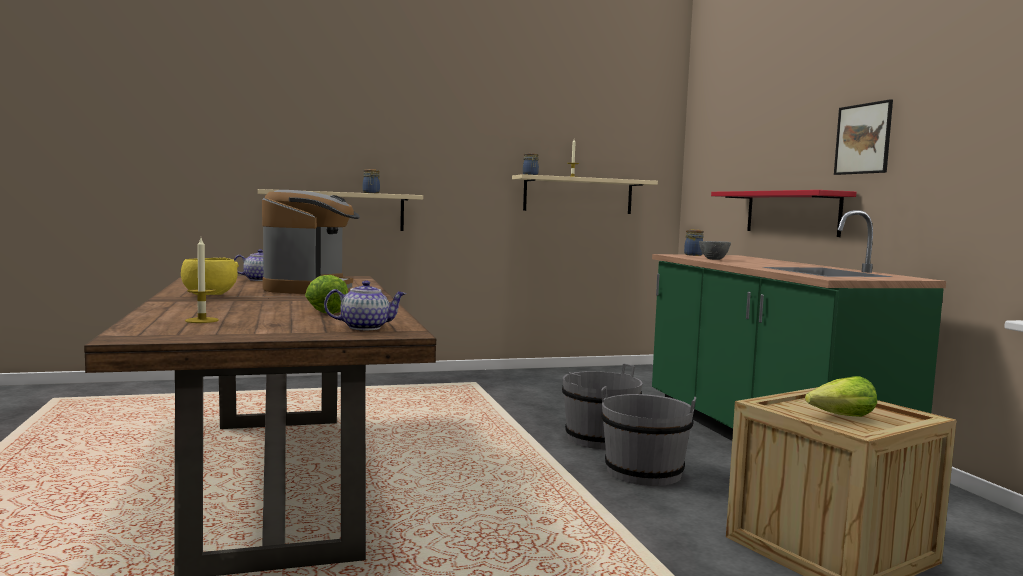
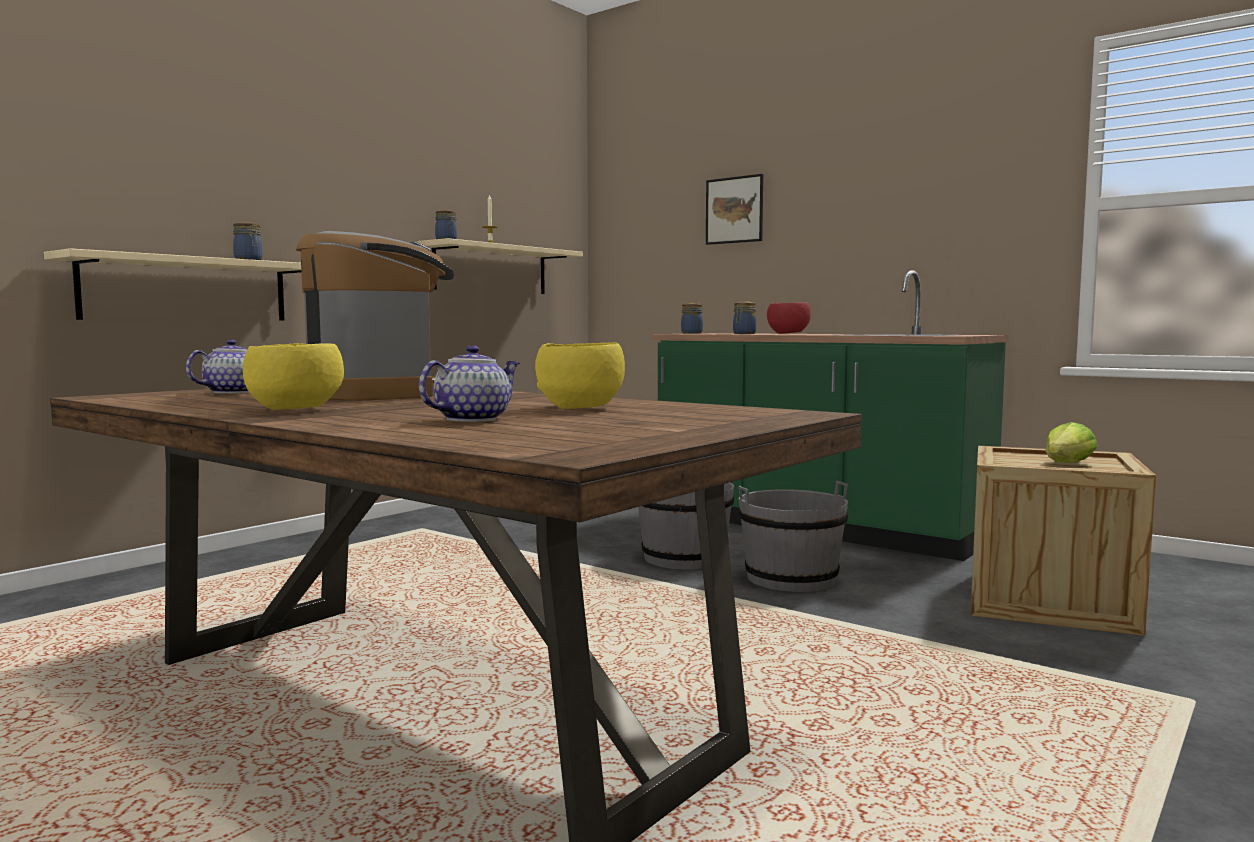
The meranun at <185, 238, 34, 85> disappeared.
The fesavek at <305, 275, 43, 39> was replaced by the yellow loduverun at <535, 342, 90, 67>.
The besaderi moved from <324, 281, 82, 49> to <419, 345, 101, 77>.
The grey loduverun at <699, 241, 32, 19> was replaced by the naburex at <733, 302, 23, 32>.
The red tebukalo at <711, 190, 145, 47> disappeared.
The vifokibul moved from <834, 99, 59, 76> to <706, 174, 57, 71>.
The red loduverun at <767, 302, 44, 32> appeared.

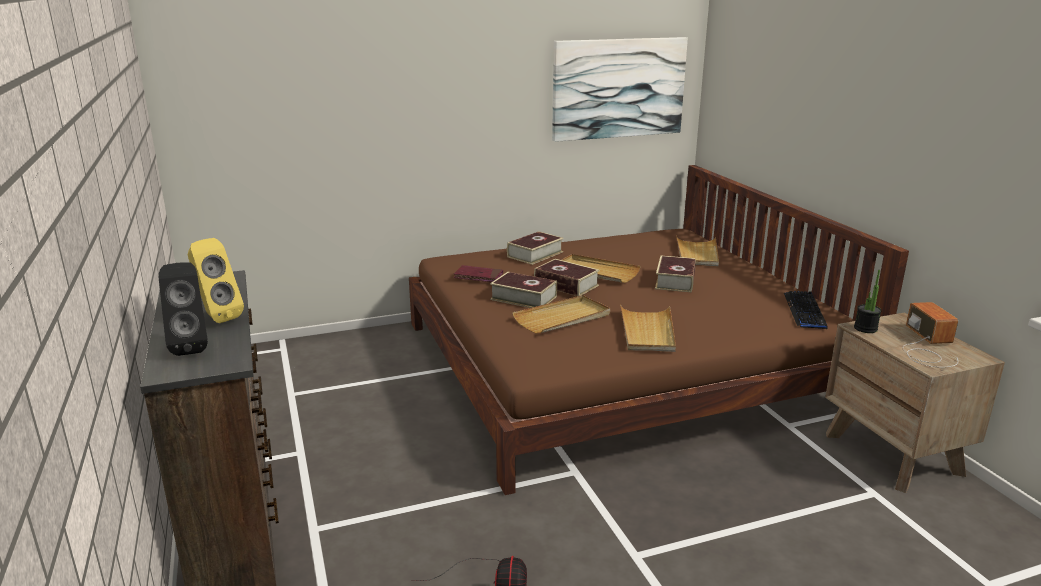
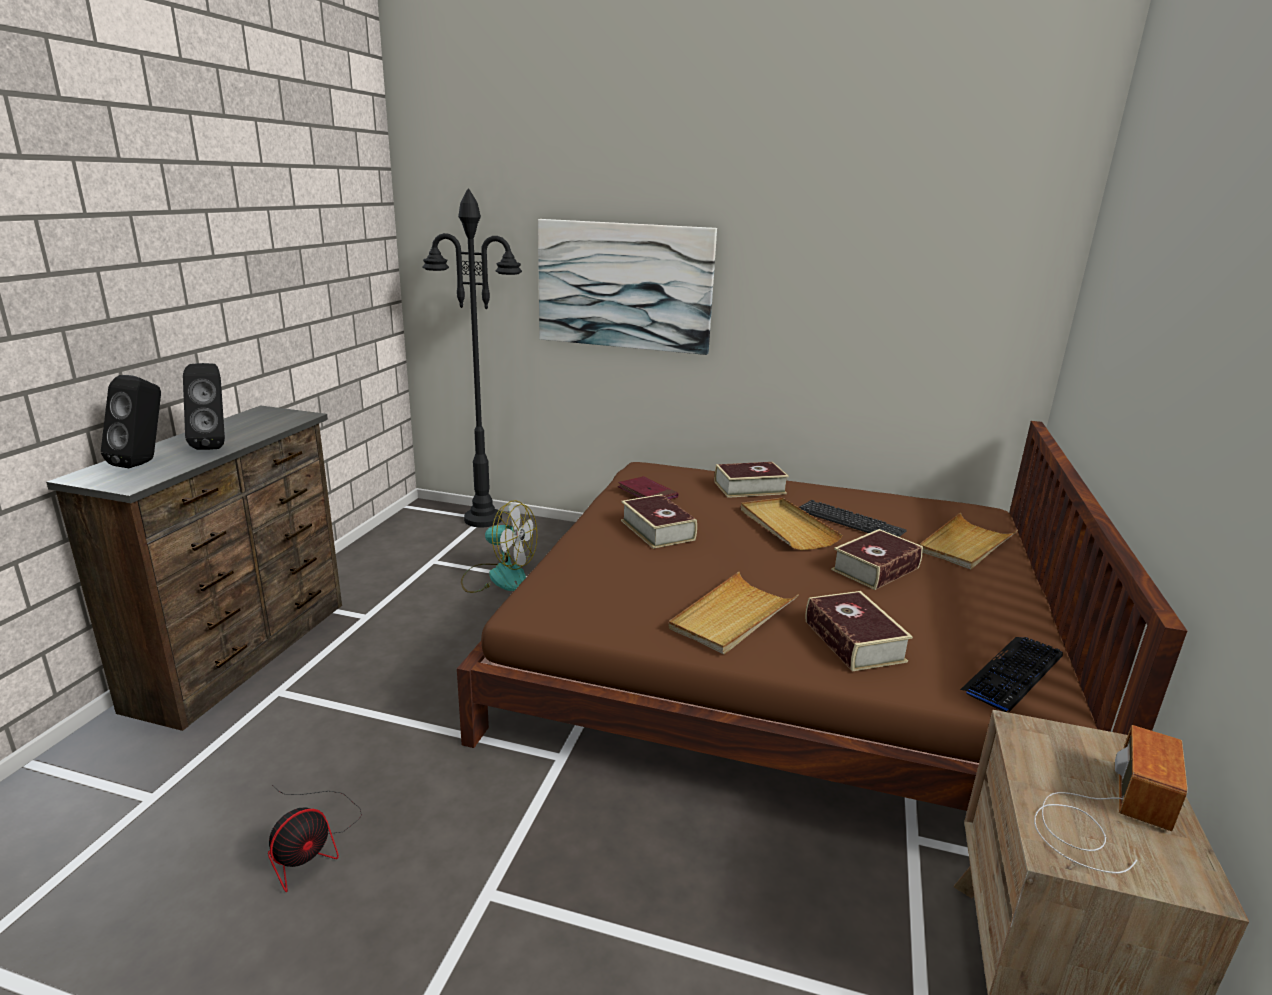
The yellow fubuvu at <188, 238, 56, 85> became the black fubuvu at <183, 363, 42, 87>.
The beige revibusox at <512, 295, 98, 39> disappeared.
The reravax moved from <534, 259, 66, 37> to <806, 591, 107, 80>.
The vifokibul moved from <552, 37, 136, 105> to <538, 219, 179, 136>.
The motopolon at <854, 270, 28, 63> disappeared.
The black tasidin at <422, 188, 100, 339> appeared.
The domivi at <461, 500, 76, 93> appeared.
The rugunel at <799, 500, 107, 37> appeared.

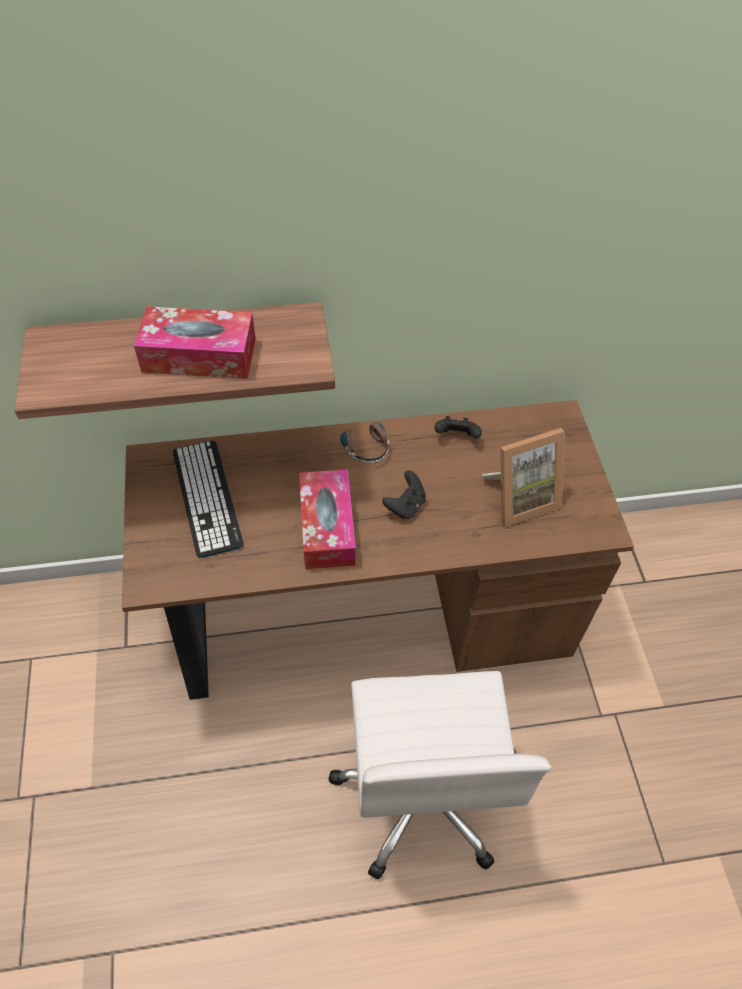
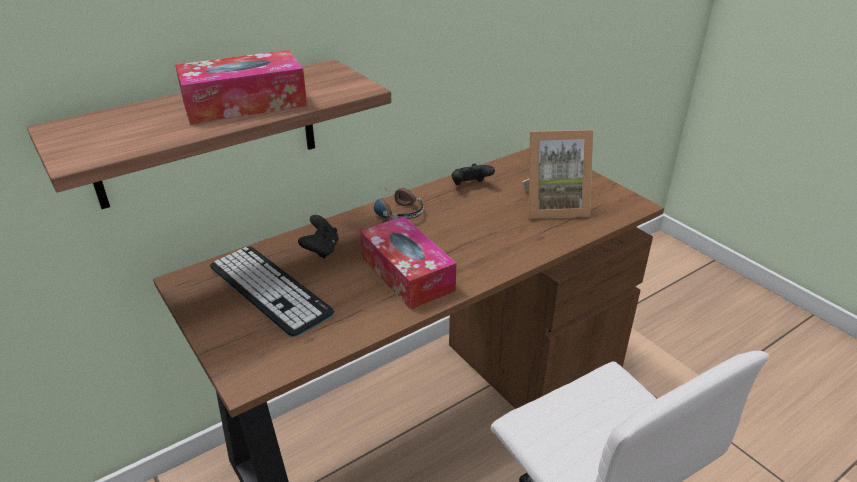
The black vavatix moved from <382, 471, 44, 48> to <298, 215, 41, 44>.
The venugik at <482, 428, 83, 99> turned 45 degrees clockwise.

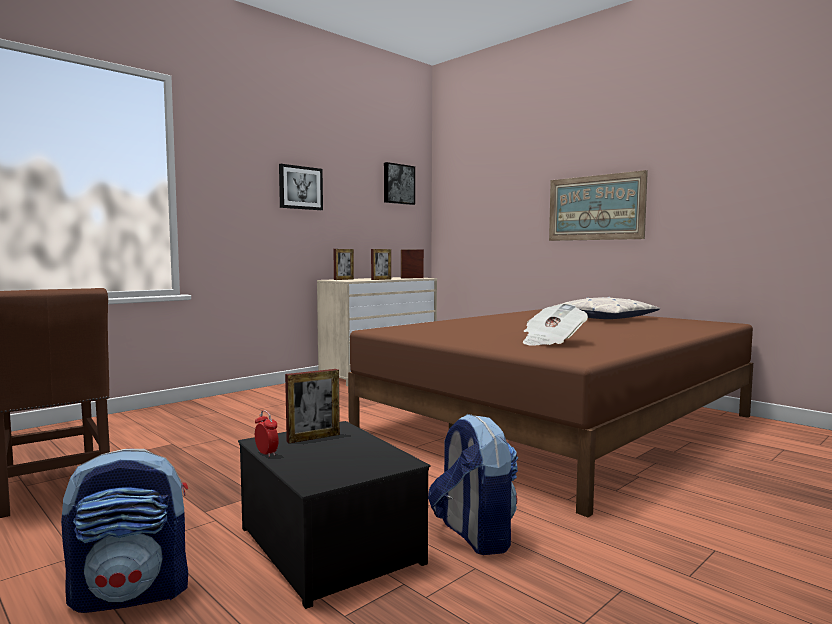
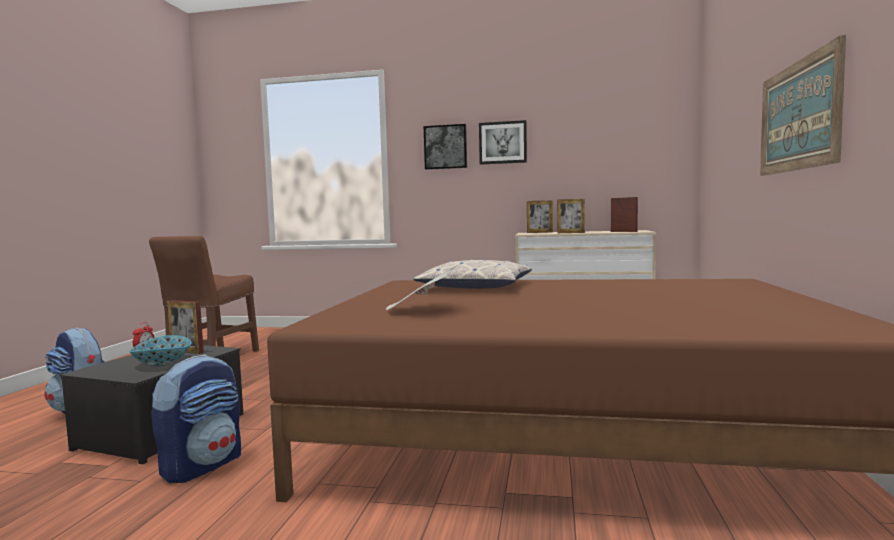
The vifokibul moved from <384, 162, 31, 43> to <424, 124, 43, 46>.
The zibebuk moved from <552, 297, 108, 22> to <413, 259, 119, 30>.
The loduverun at <129, 335, 63, 32> appeared.

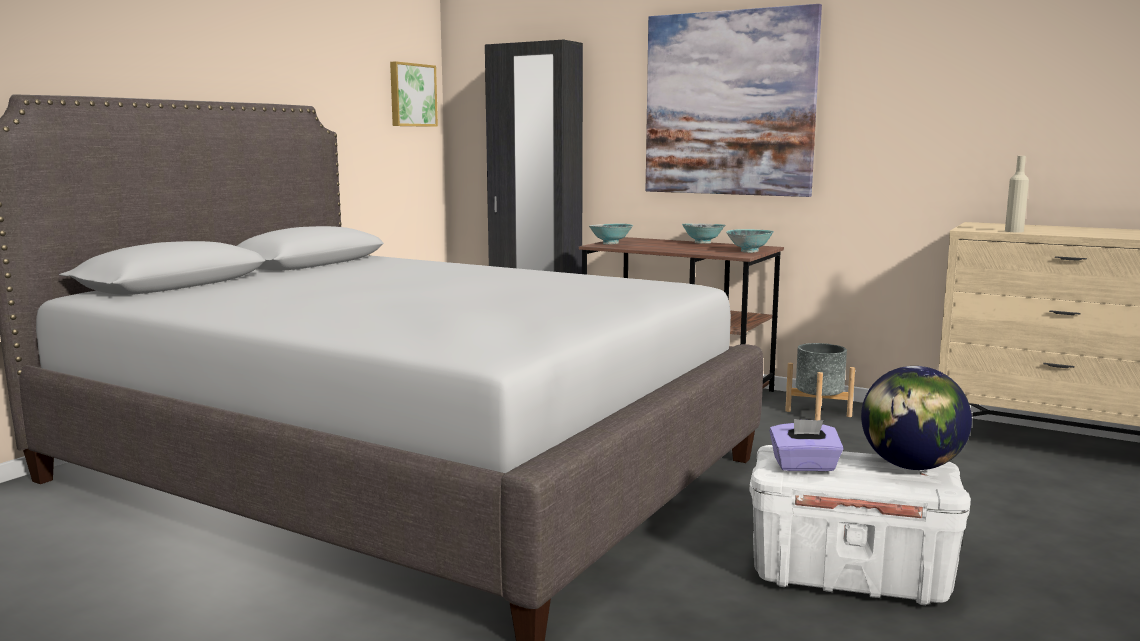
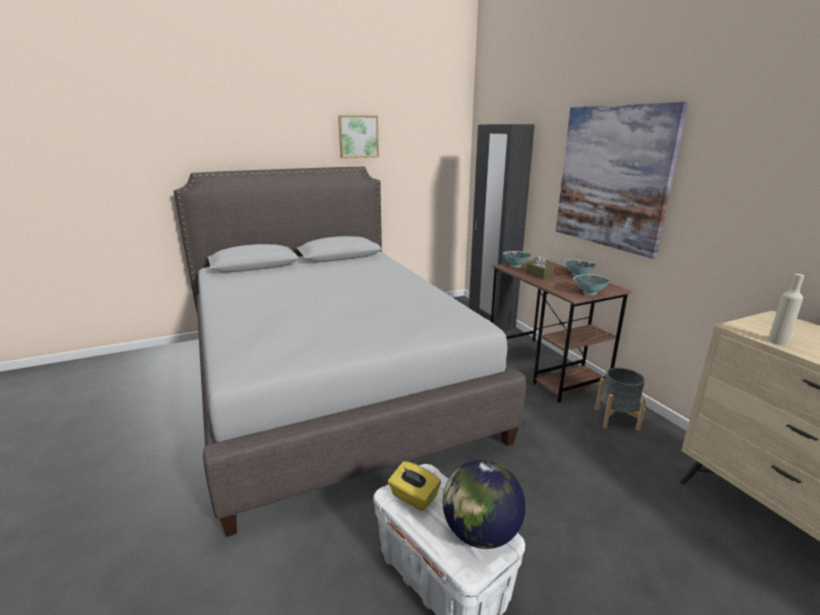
The vifokibul moved from <390, 61, 48, 66> to <338, 115, 41, 43>.
The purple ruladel at <770, 419, 74, 52> became the yellow ruladel at <388, 461, 53, 50>.
The brown ruladel at <526, 255, 28, 25> appeared.

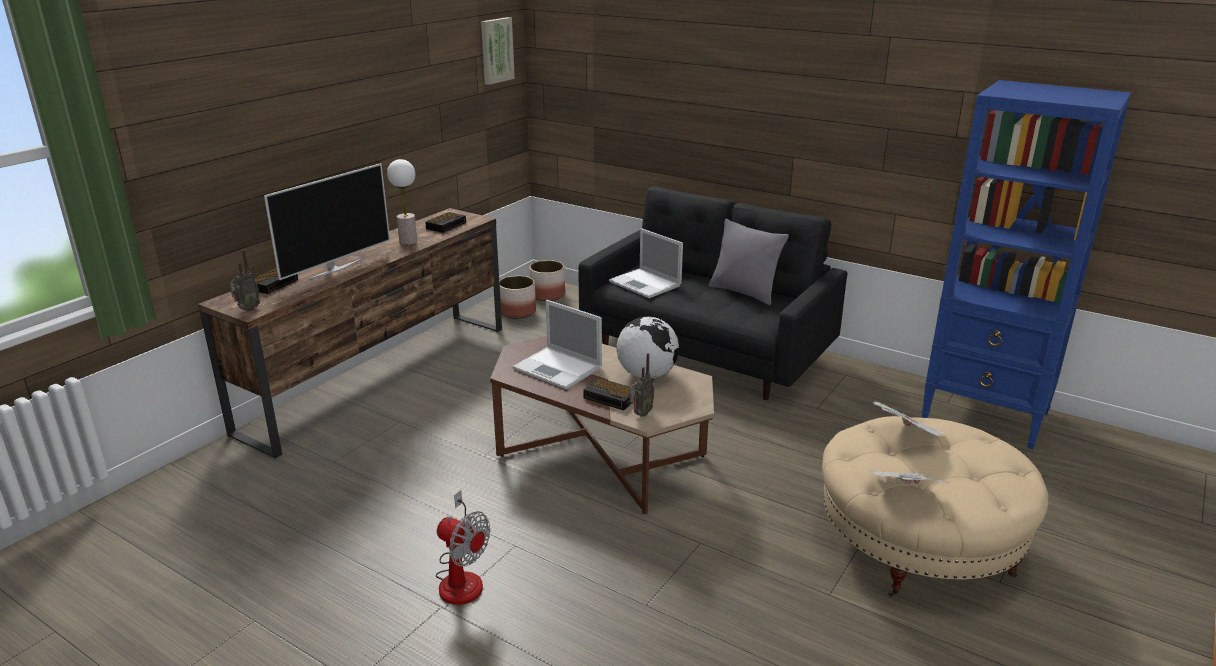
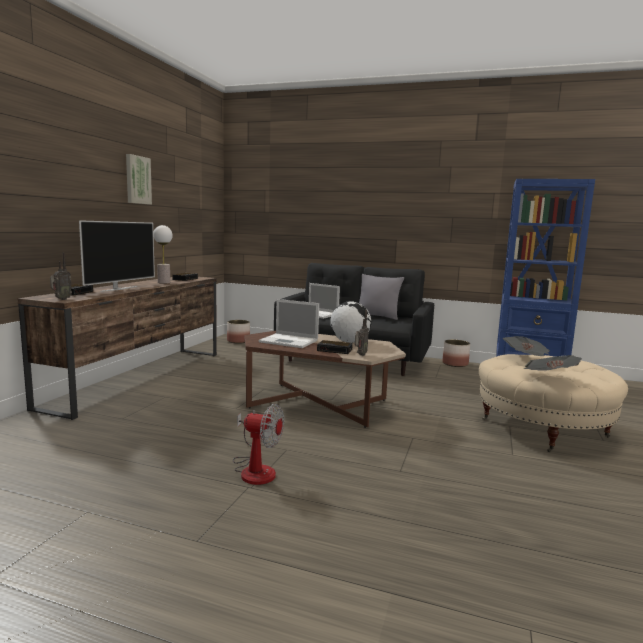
The vifokibul moved from <481, 17, 34, 68> to <126, 154, 26, 50>.
The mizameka moved from <499, 276, 37, 43> to <442, 340, 28, 27>.

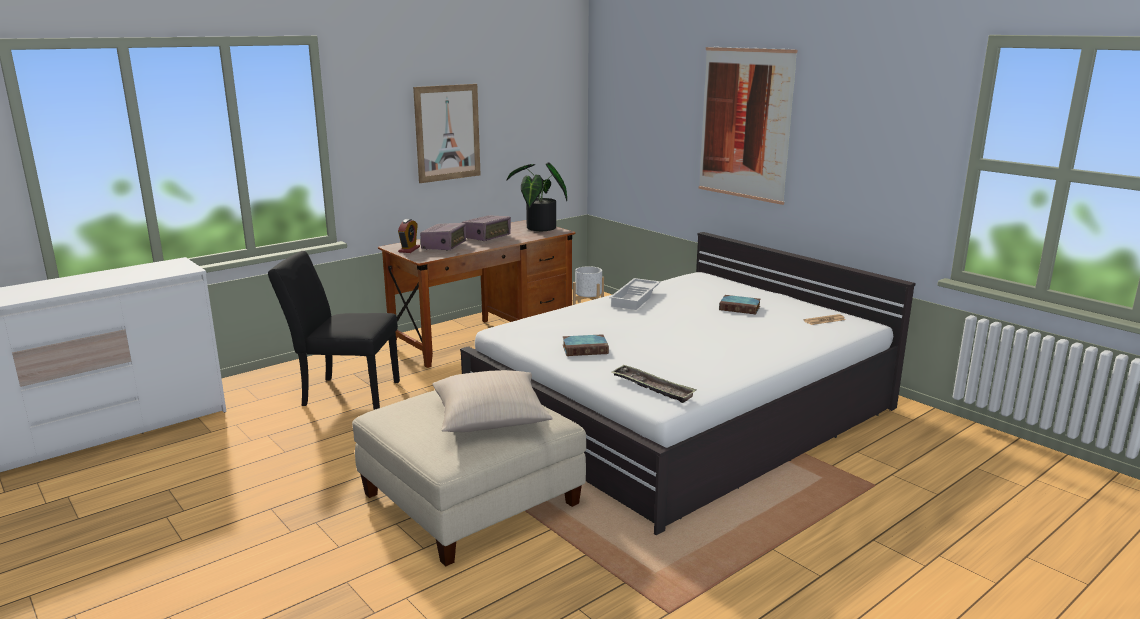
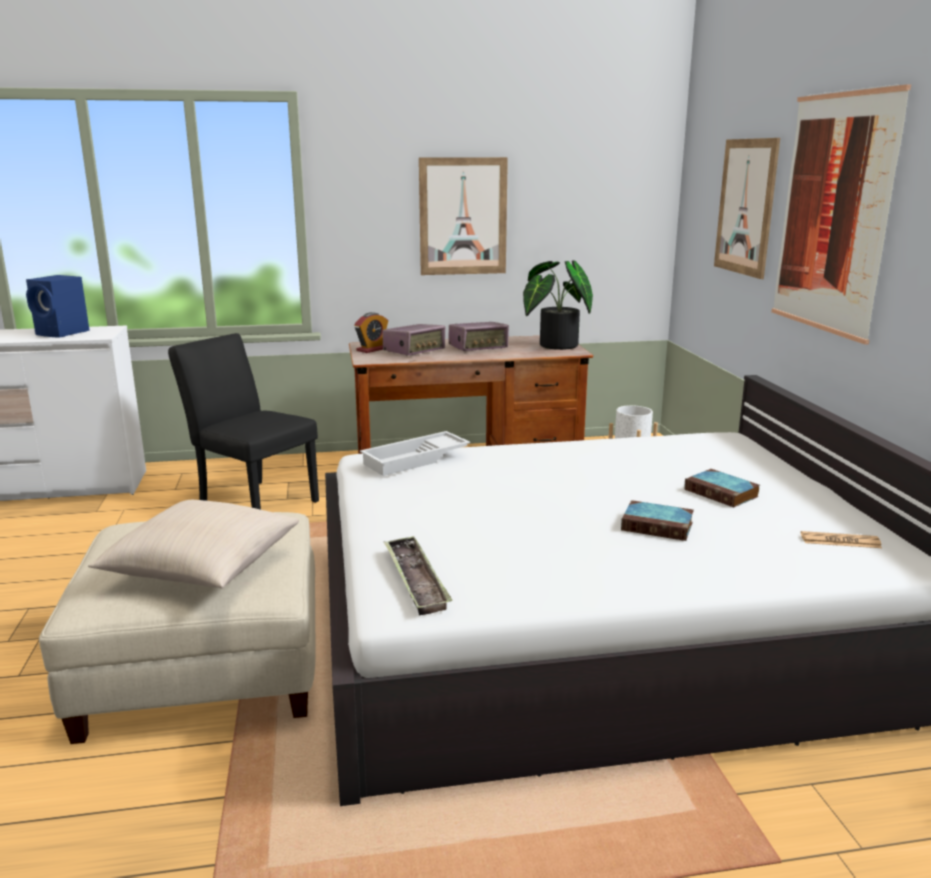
The reravax moved from <562, 334, 47, 22> to <621, 500, 73, 41>.
The white revibusox moved from <609, 278, 51, 32> to <360, 431, 110, 45>.
The blue fubuvu at <26, 275, 64, 63> appeared.
The vifokibul at <714, 138, 66, 141> appeared.

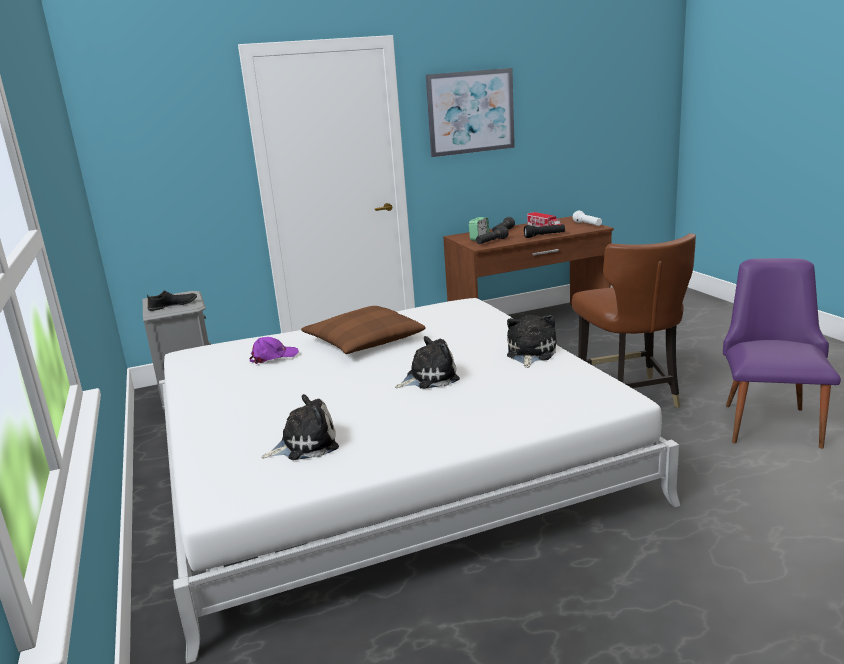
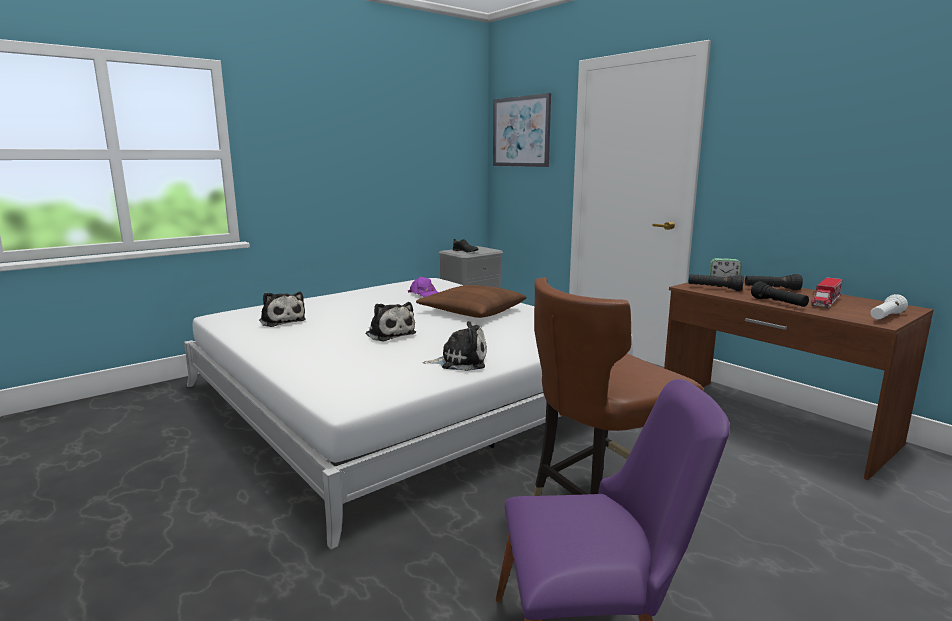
The vifokibul moved from <426, 68, 89, 89> to <493, 93, 58, 74>.

